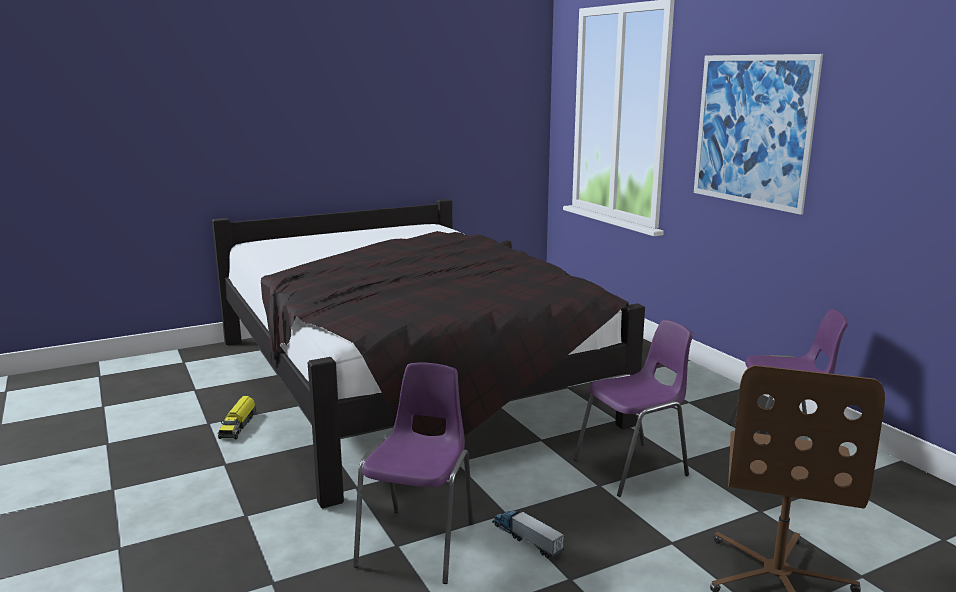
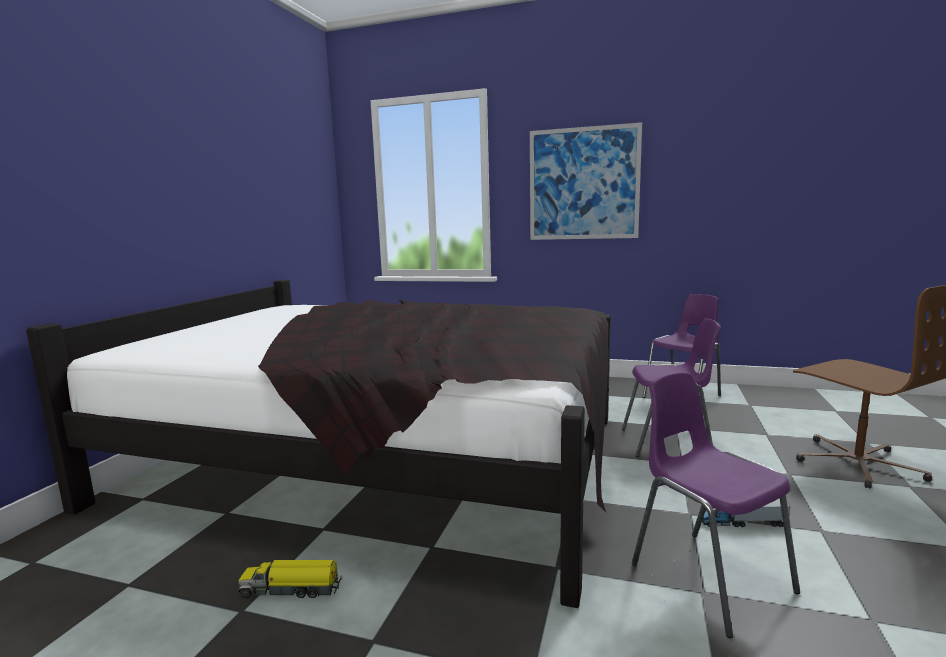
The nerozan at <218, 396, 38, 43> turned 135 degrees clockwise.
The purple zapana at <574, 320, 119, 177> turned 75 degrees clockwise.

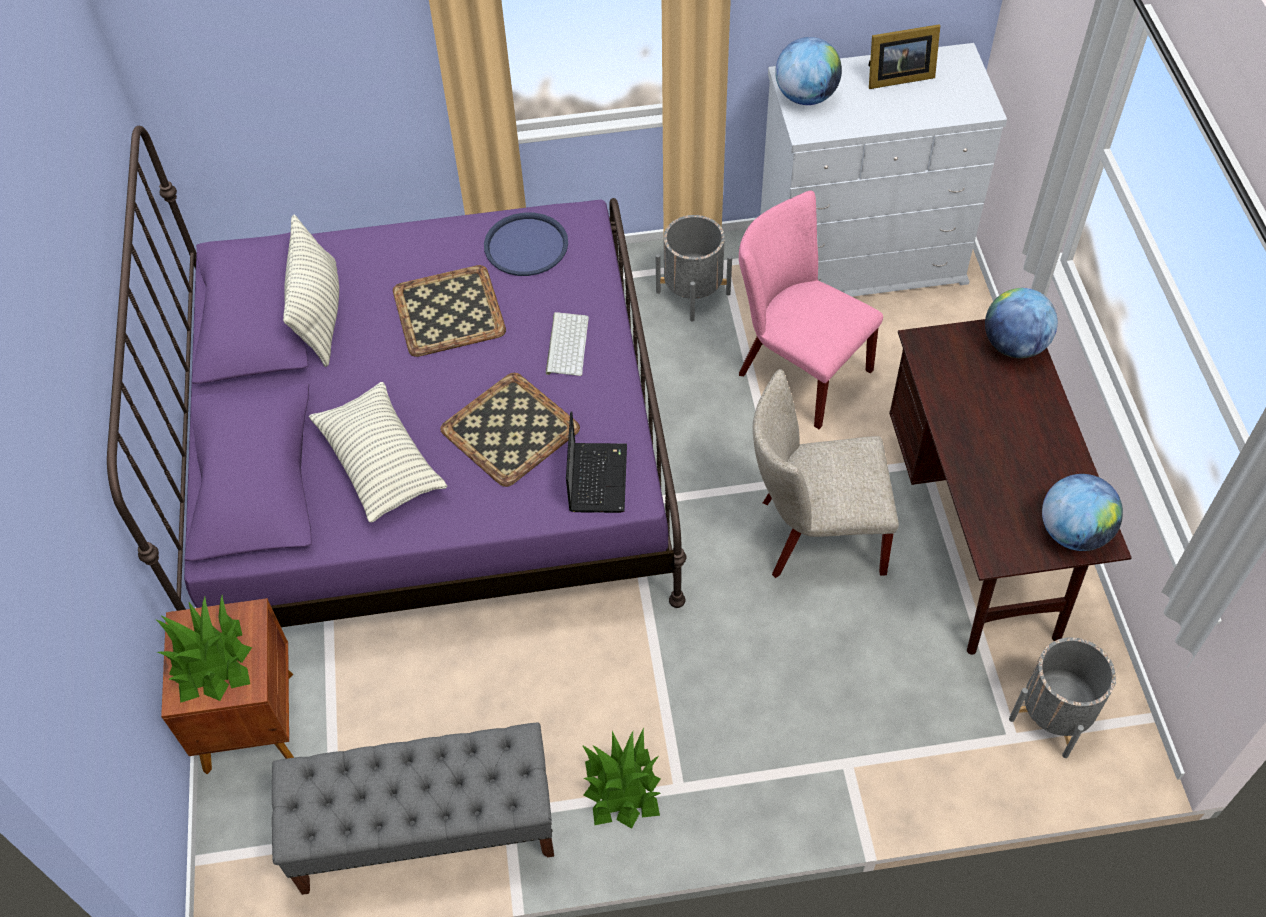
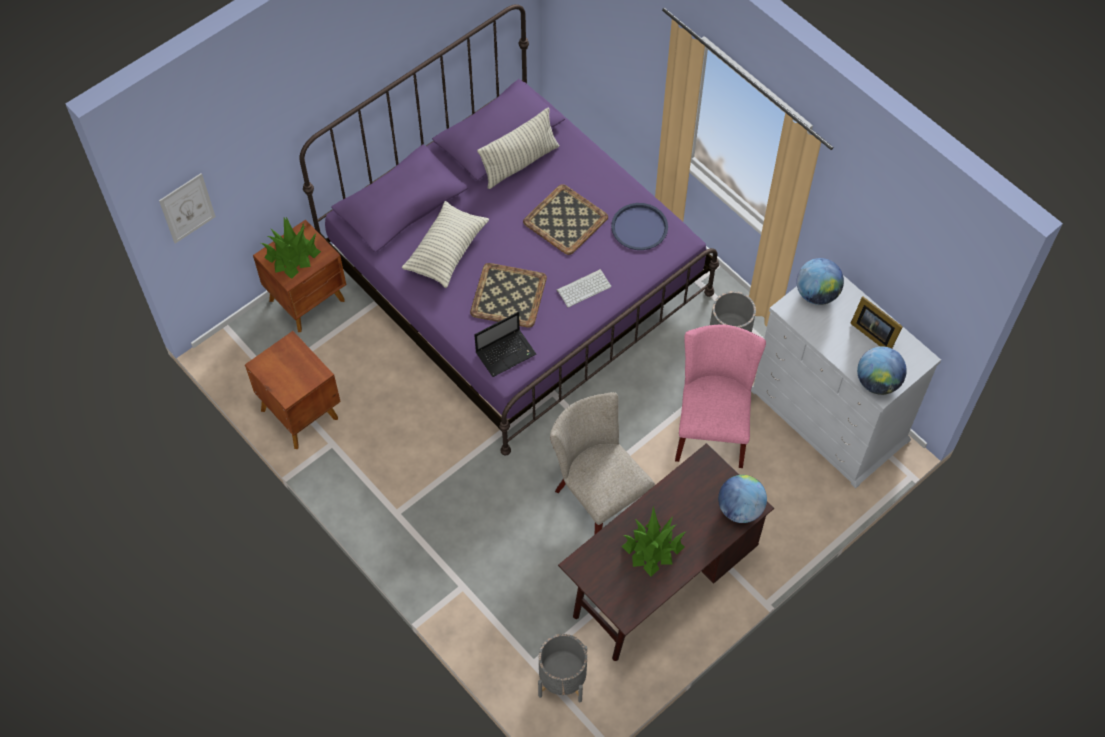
The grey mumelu at <272, 723, 282, 172> was replaced by the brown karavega at <245, 331, 96, 118>.
The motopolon moved from <582, 727, 79, 102> to <621, 506, 66, 70>.
The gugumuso moved from <1042, 474, 81, 77> to <857, 347, 50, 48>.
The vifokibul at <159, 173, 57, 71> appeared.

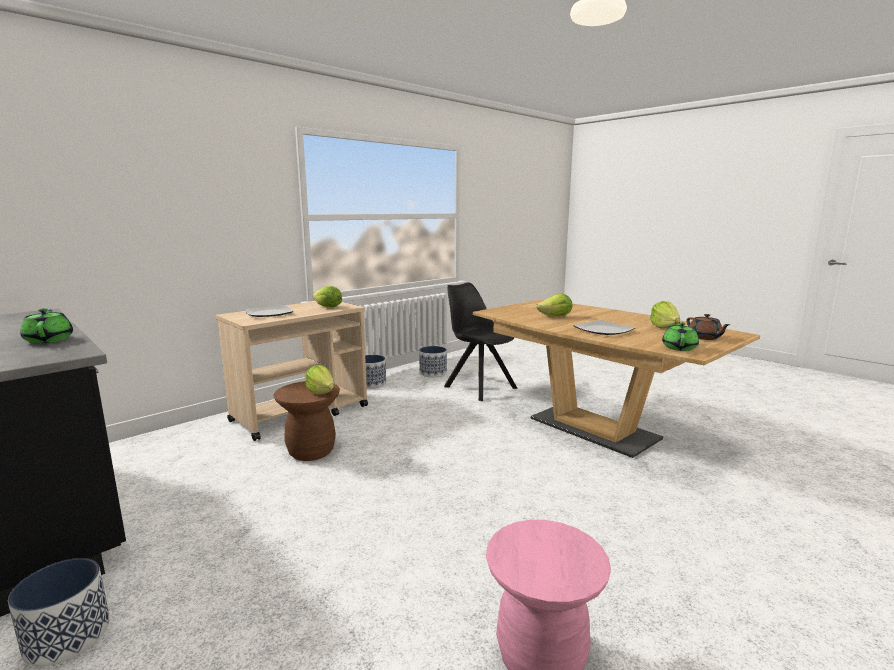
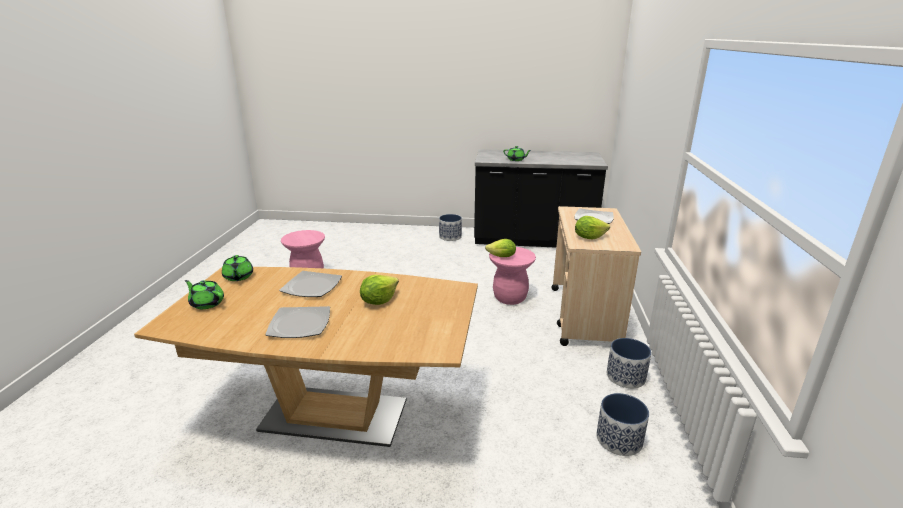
The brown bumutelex at <273, 381, 67, 80> became the pink bumutelex at <489, 247, 47, 58>.
The black zapana at <444, 282, 74, 119> disappeared.
The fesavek at <650, 301, 30, 27> disappeared.
The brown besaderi at <687, 314, 43, 26> became the green besaderi at <185, 280, 39, 29>.
The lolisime at <265, 306, 65, 32> appeared.

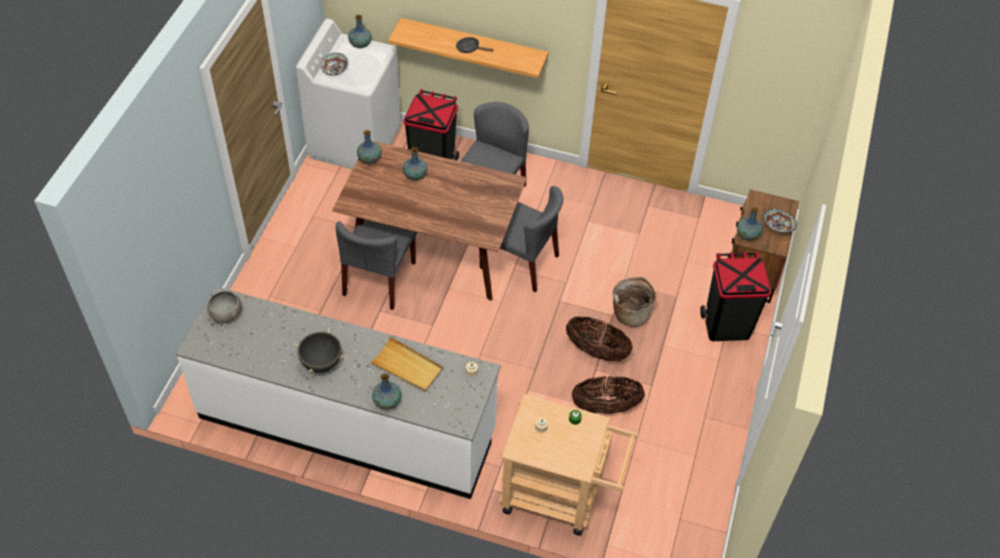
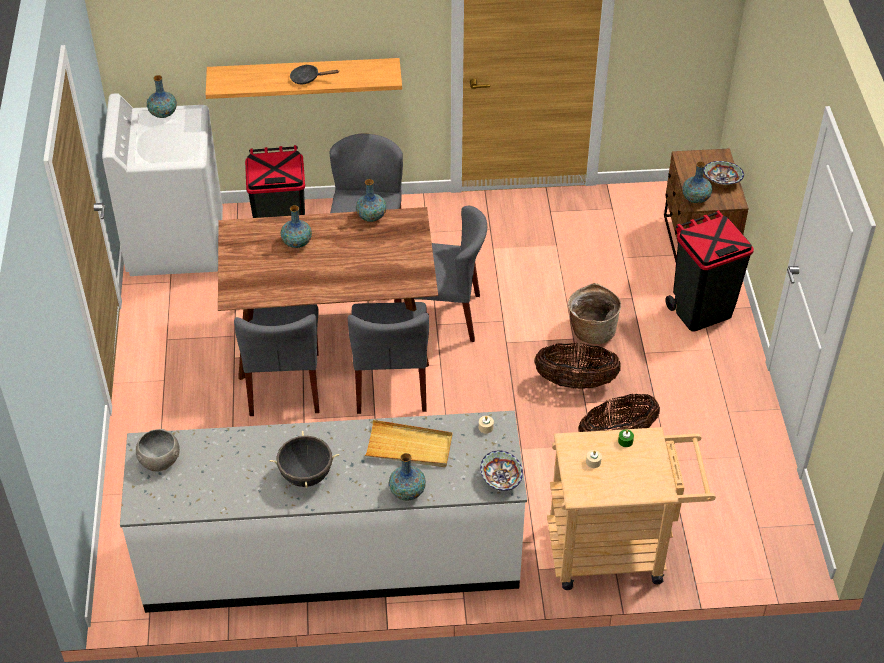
The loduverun moved from <321, 53, 27, 23> to <480, 450, 43, 41>.
The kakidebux moved from <357, 130, 25, 34> to <356, 179, 31, 43>.
The grey zapana at <348, 302, 81, 112> appeared.

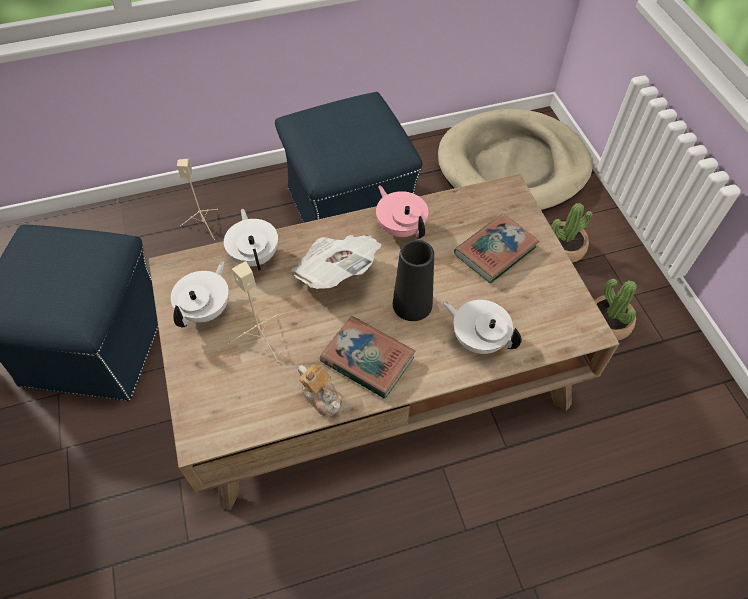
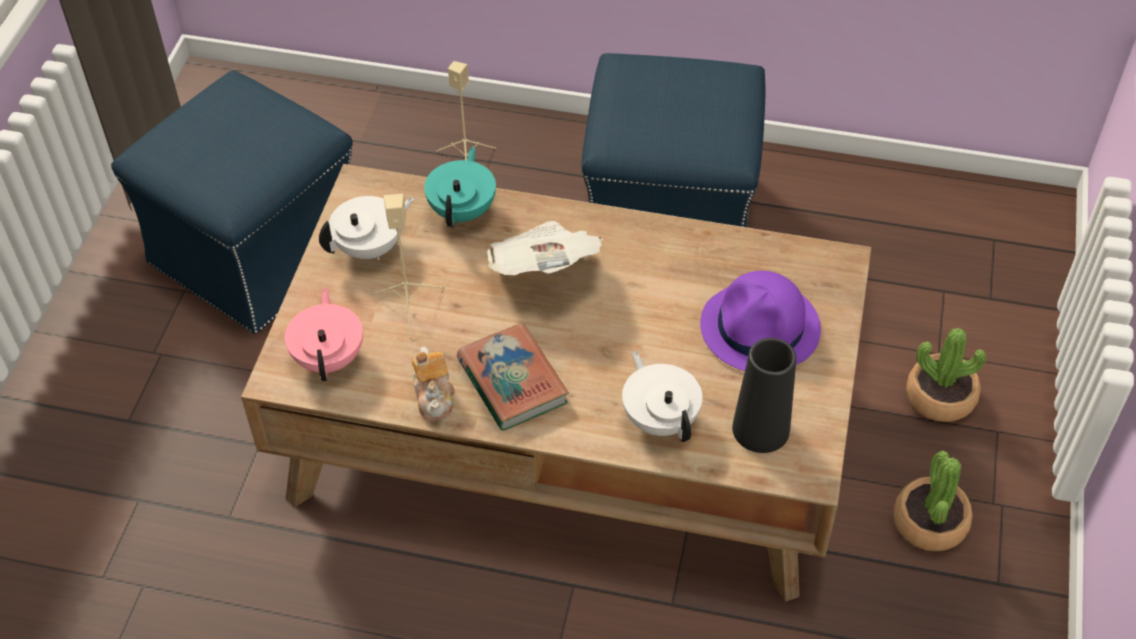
The white besaderi at <224, 209, 54, 62> became the turquoise besaderi at <424, 147, 72, 80>.
The pink besaderi moved from <376, 186, 52, 53> to <285, 288, 78, 93>.
The black kakidebux moved from <393, 240, 41, 81> to <732, 338, 64, 115>.
The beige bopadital at <438, 109, 154, 102> disappeared.
The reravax at <454, 214, 85, 70> was replaced by the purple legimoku at <700, 271, 121, 100>.

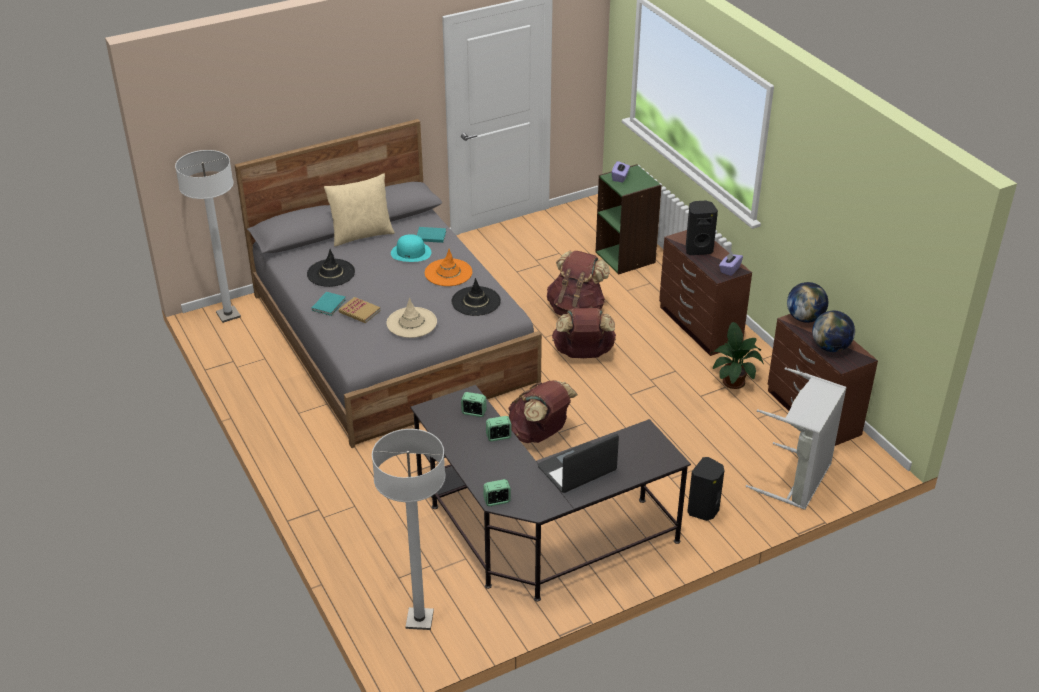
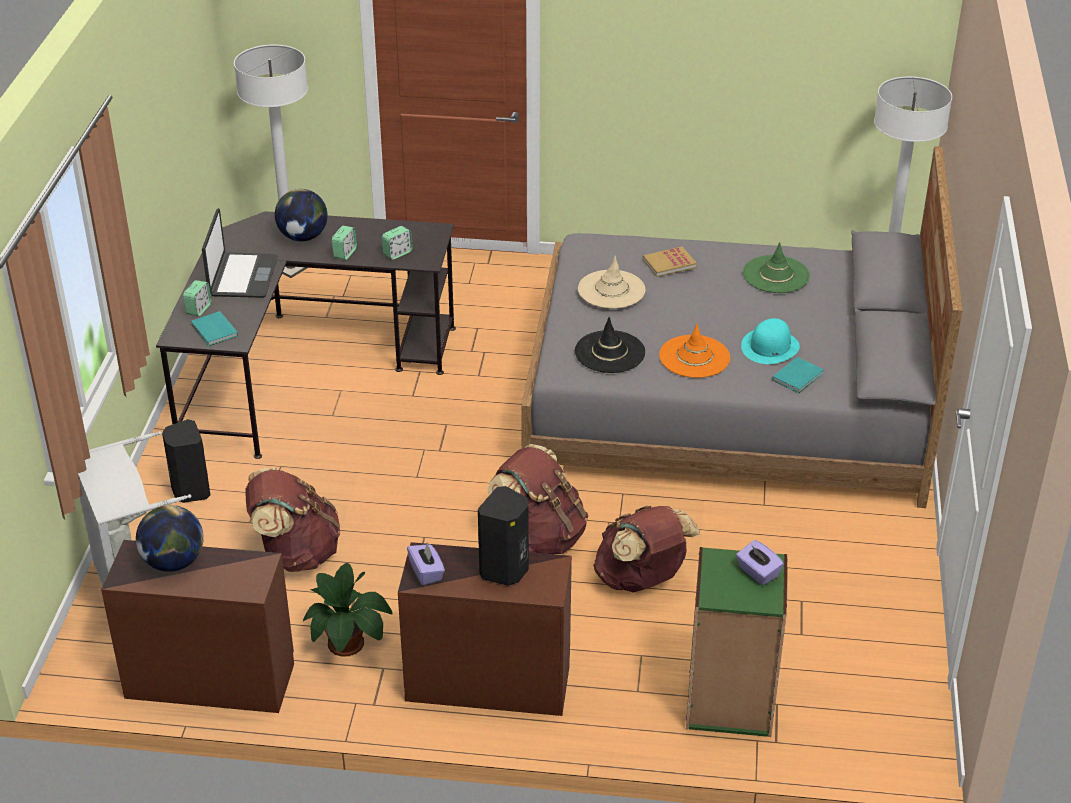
The black legimoku at <307, 249, 48, 38> became the green legimoku at <743, 242, 67, 51>.
The turquoise reravax moved from <312, 292, 34, 24> to <191, 311, 47, 35>.
The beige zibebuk at <324, 174, 71, 73> disappeared.
The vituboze moved from <483, 479, 28, 27> to <183, 280, 29, 36>.
The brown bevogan moved from <508, 380, 70, 63> to <245, 468, 95, 104>.
The gugumuso moved from <787, 282, 41, 41> to <275, 189, 53, 52>.

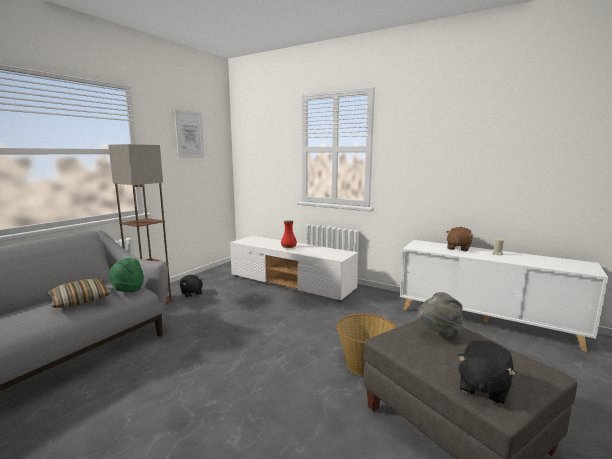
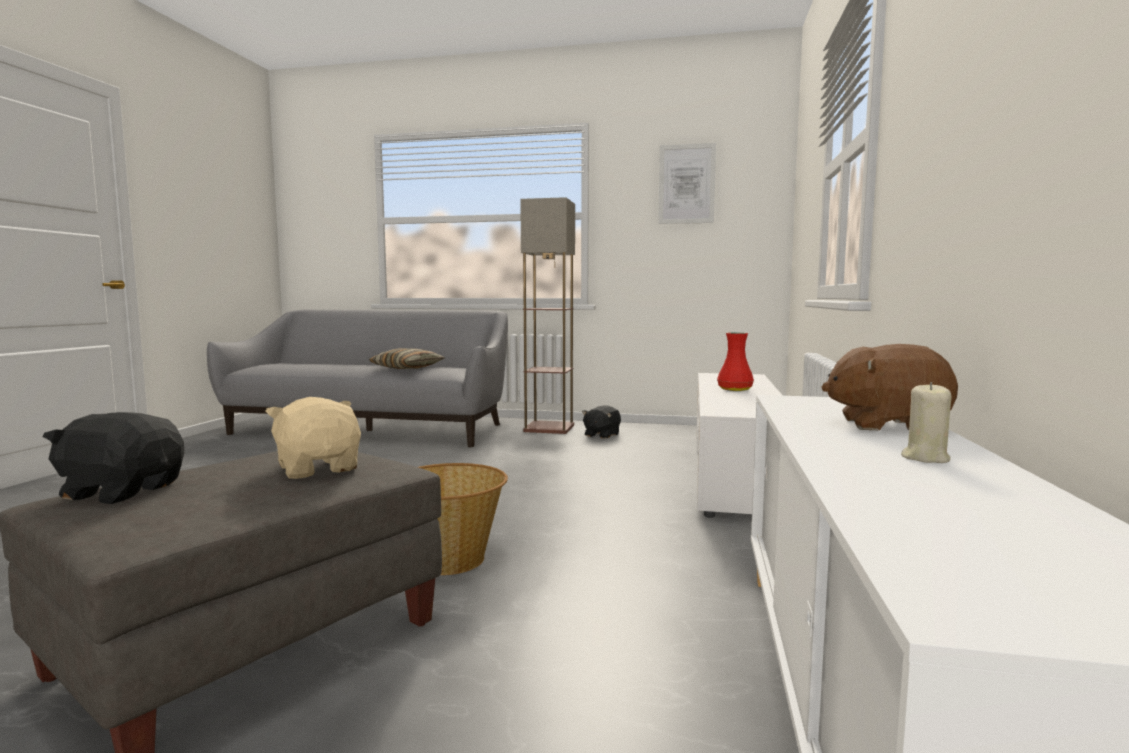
The green legimoku at <109, 258, 35, 34> disappeared.
The grey legimoku at <416, 292, 47, 47> was replaced by the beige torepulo at <265, 397, 96, 82>.

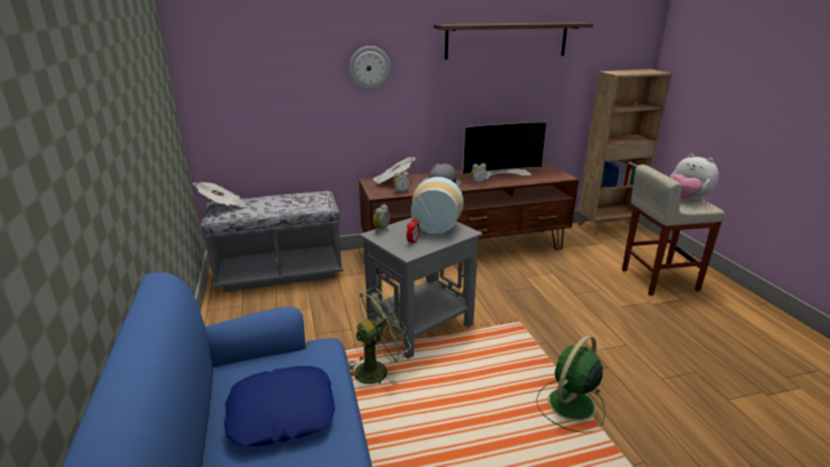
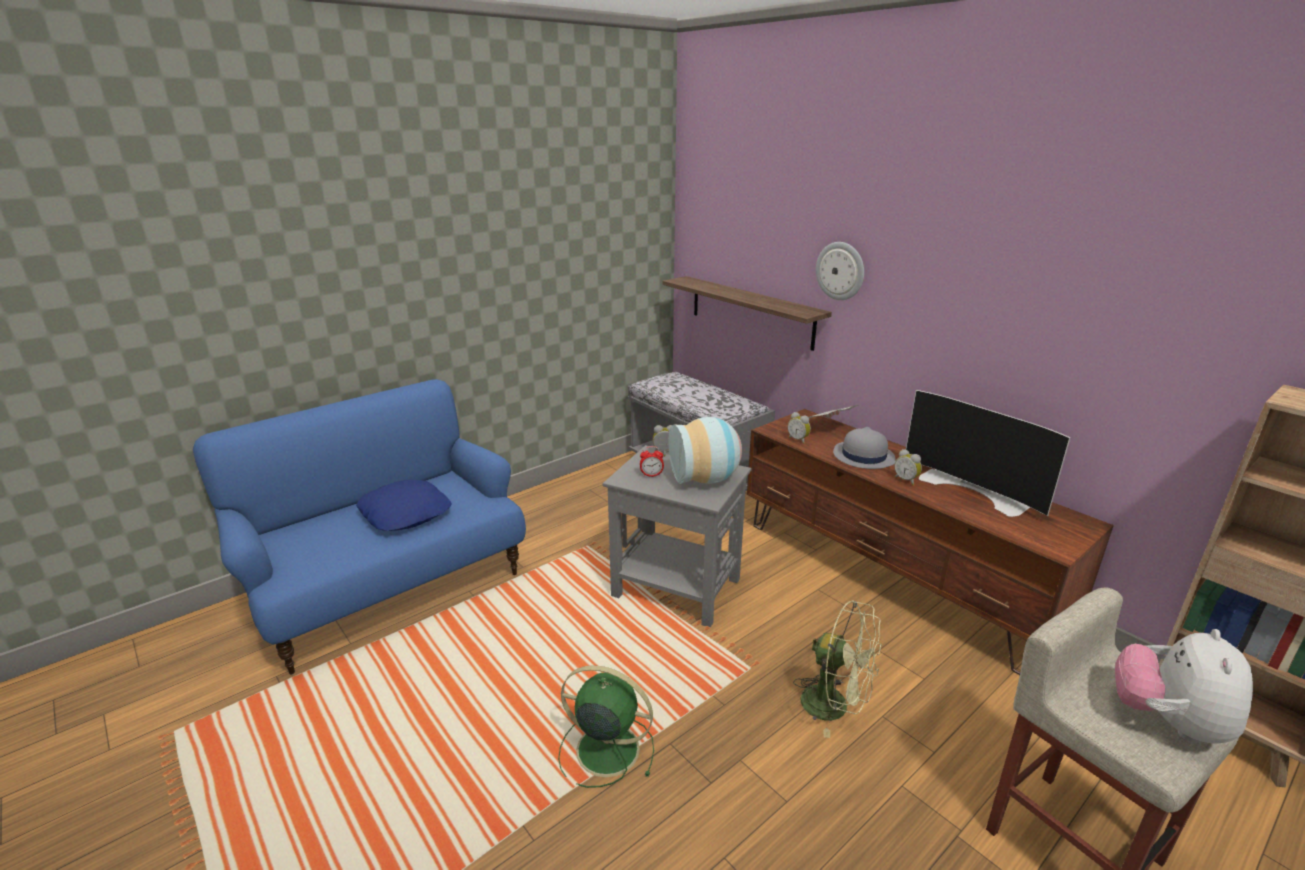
The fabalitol at <193, 182, 53, 25> disappeared.
The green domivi moved from <349, 287, 62, 99> to <793, 600, 89, 138>.
The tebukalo moved from <434, 22, 159, 38> to <663, 276, 169, 75>.

